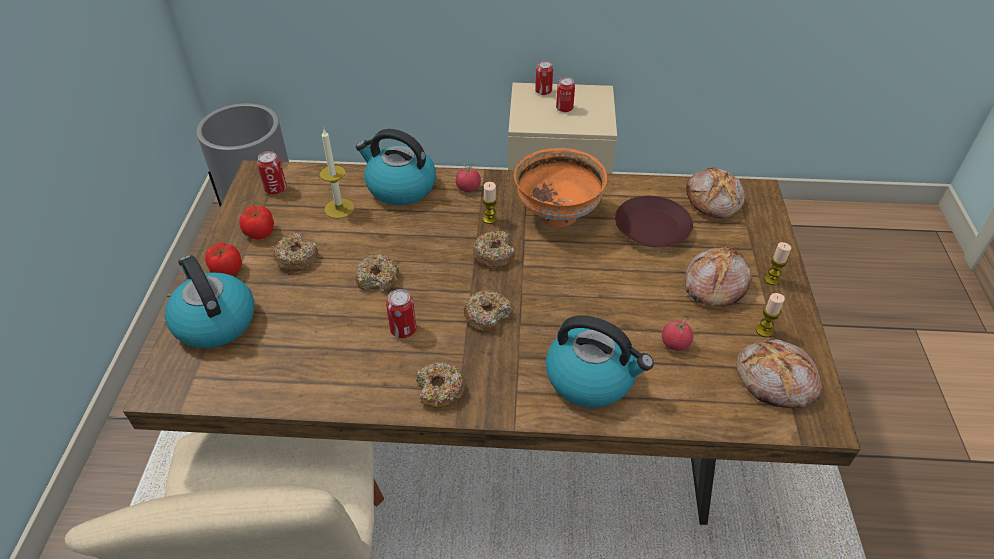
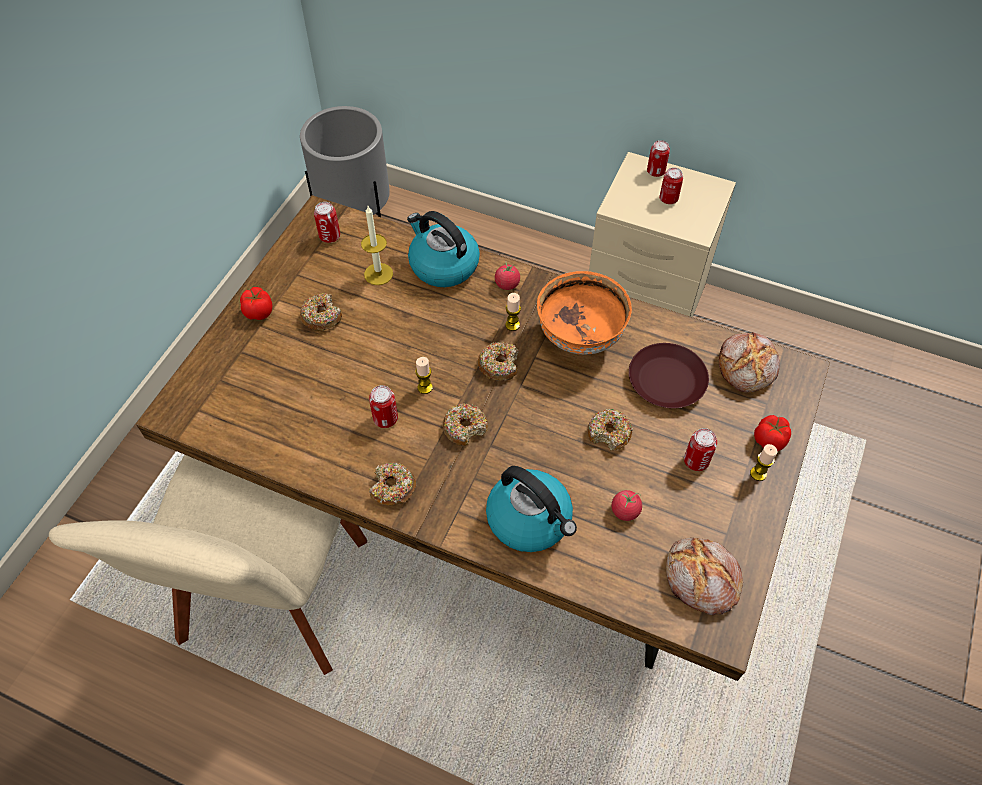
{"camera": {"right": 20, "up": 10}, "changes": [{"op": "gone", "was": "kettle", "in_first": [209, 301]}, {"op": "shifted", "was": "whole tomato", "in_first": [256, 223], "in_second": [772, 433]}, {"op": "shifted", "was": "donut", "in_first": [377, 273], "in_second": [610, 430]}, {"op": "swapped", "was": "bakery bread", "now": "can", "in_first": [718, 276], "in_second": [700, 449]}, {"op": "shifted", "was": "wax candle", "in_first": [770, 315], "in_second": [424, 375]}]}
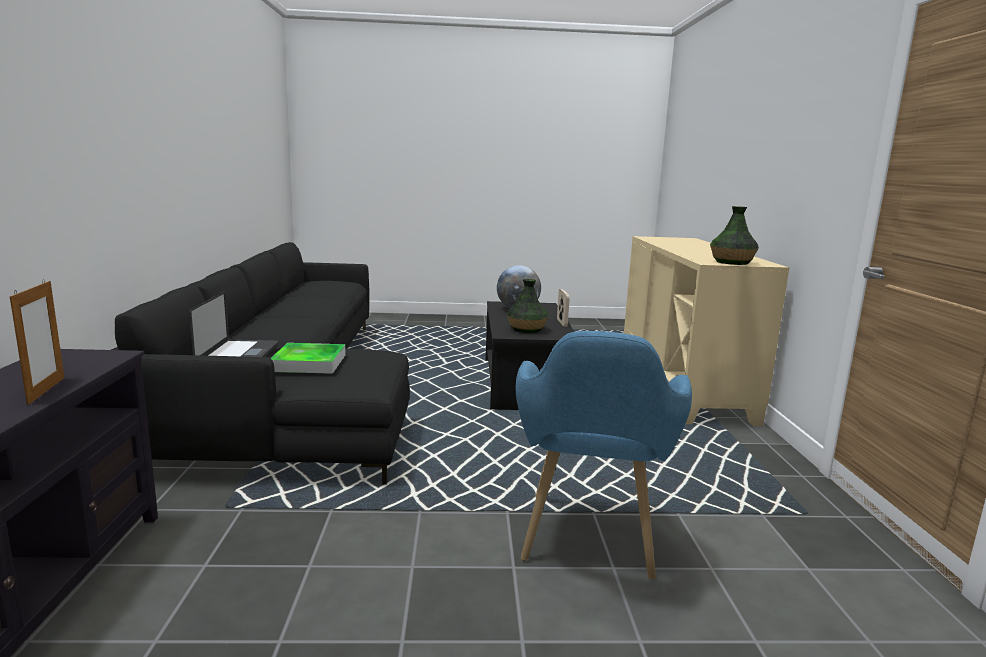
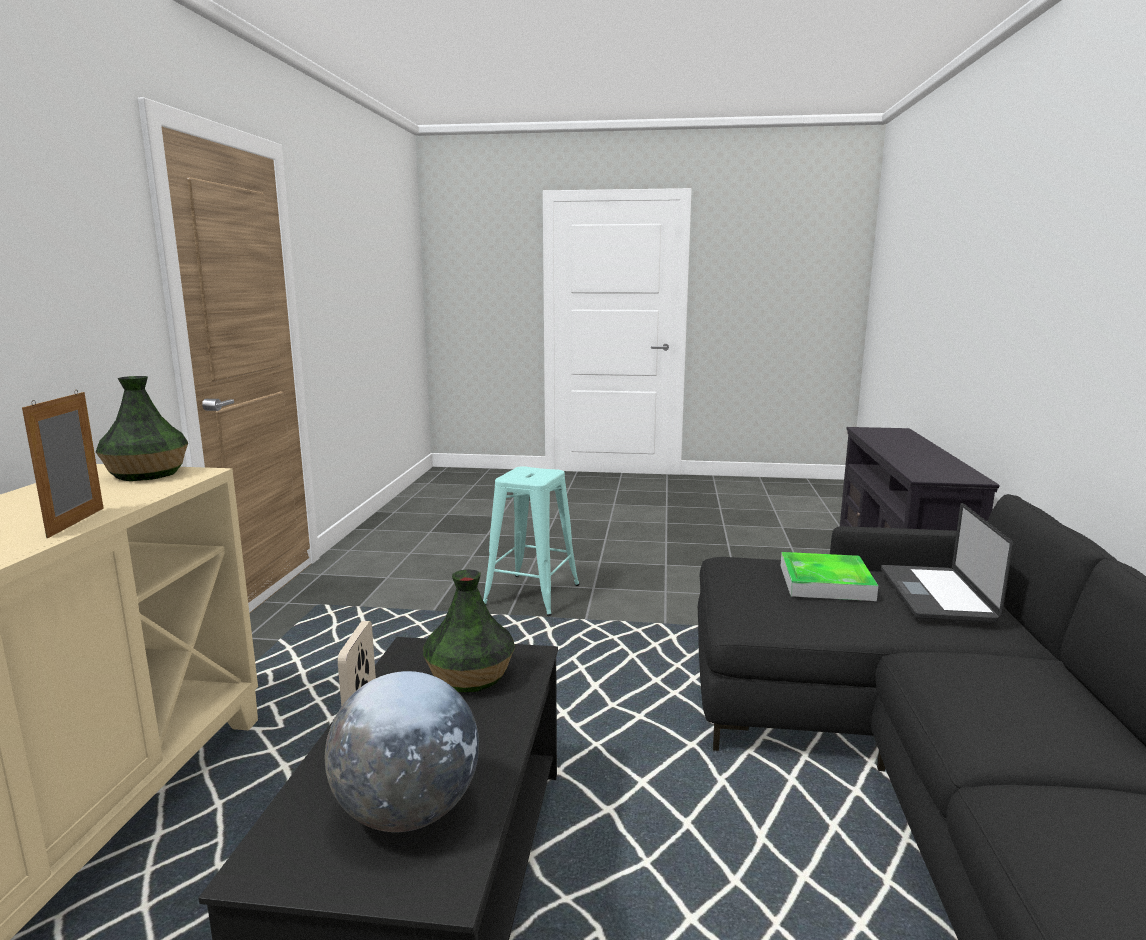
{"camera": {"right": -170, "up": 0}, "changes": [{"op": "shifted", "was": "standing frame", "in_first": [37, 342], "in_second": [63, 464]}, {"op": "swapped", "was": "bluish lounge chair", "now": "blue-green stool", "in_first": [604, 455], "in_second": [531, 541]}]}
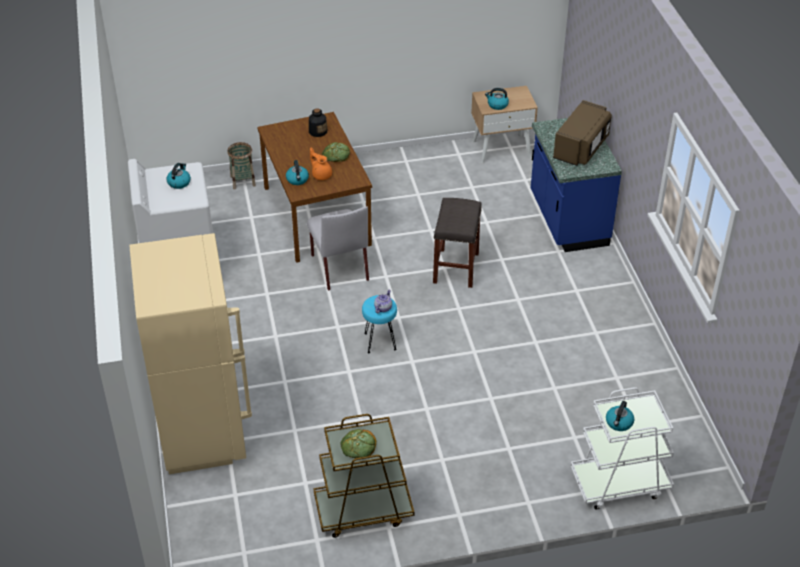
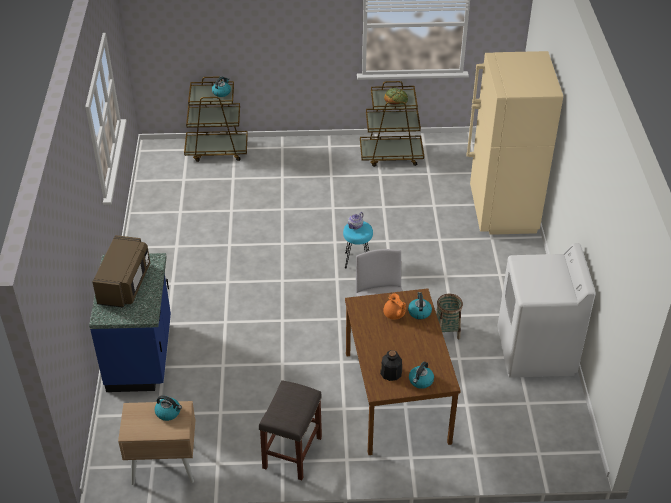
{"camera": {"right": -170, "up": 0}, "changes": [{"op": "shifted", "was": "kettle", "in_first": [178, 176], "in_second": [421, 375]}, {"op": "shifted", "was": "storage basket", "in_first": [241, 166], "in_second": [449, 316]}, {"op": "gone", "was": "bakery bread", "in_first": [336, 152]}, {"op": "shifted", "was": "greyish stool", "in_first": [457, 243], "in_second": [290, 430]}, {"op": "rotated", "was": "brownish microwave", "in_first": [582, 133], "in_second": [121, 271], "clockwise": 150}, {"op": "repainted", "was": "whitish trolley", "now": "brownish trolley", "in_first": [622, 448], "in_second": [216, 119]}]}
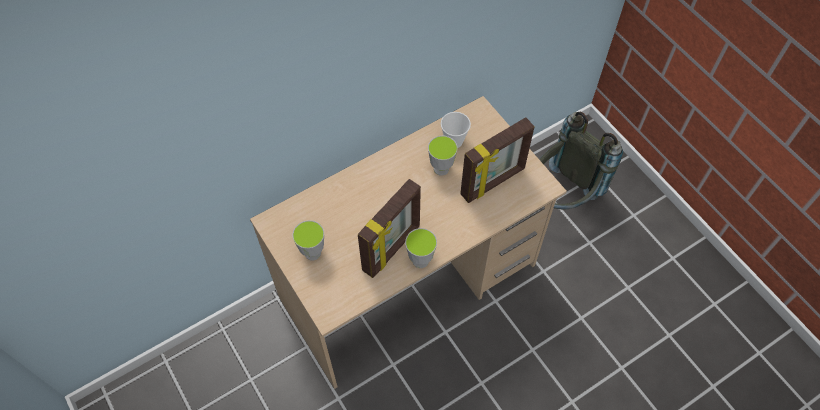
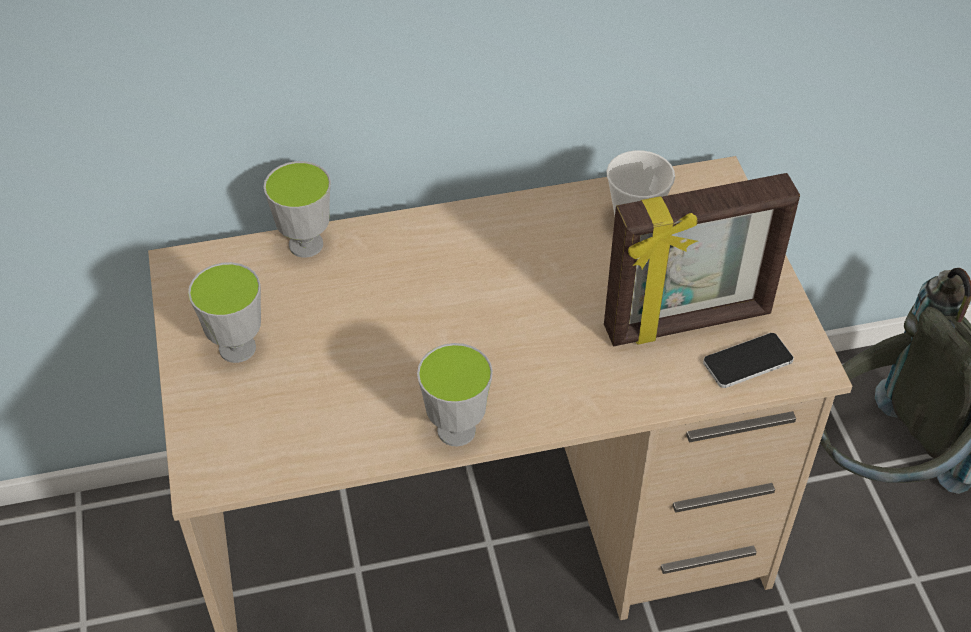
{"camera": {"right": 20, "up": -10}, "changes": [{"op": "gone", "was": "standing frame", "in_first": [389, 228]}, {"op": "shifted", "was": "small cup", "in_first": [443, 156], "in_second": [297, 209]}, {"op": "new", "now": "phone", "in_second": [748, 360]}]}
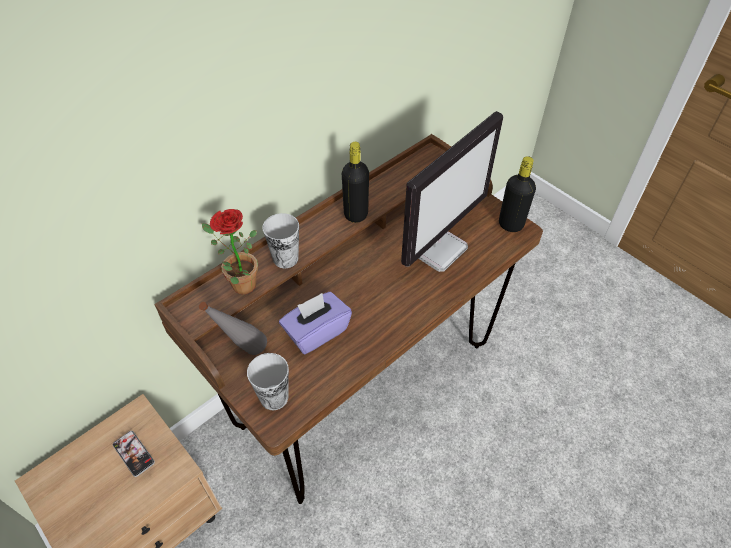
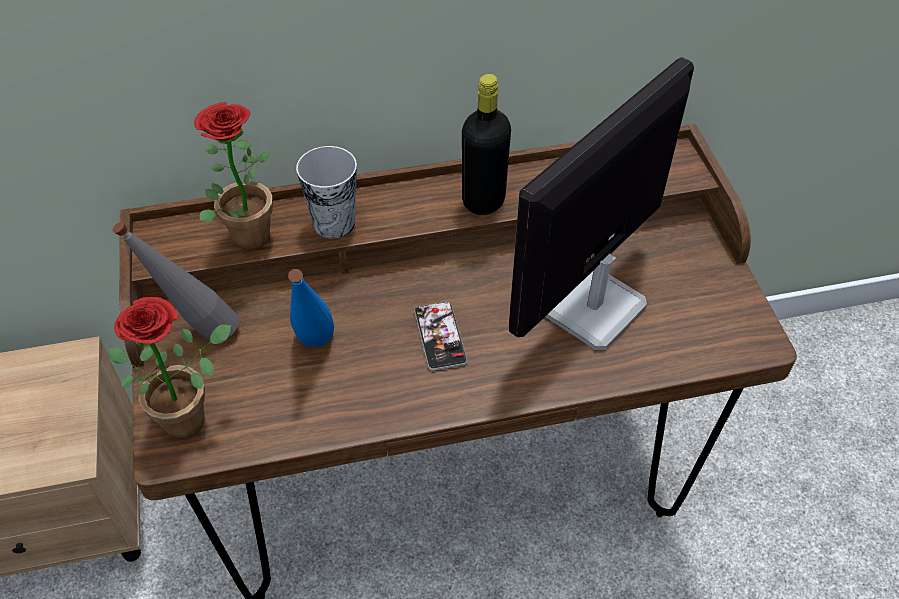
{"camera": {"right": 30, "up": 0}, "changes": [{"op": "shifted", "was": "phone", "in_first": [134, 454], "in_second": [440, 336]}, {"op": "swapped", "was": "small cup", "now": "houseplant", "in_first": [268, 381], "in_second": [169, 368]}, {"op": "swapped", "was": "purple-coloured box of tissues", "now": "bluish drink bottle", "in_first": [315, 323], "in_second": [311, 308]}, {"op": "rotated", "was": "computer screen", "in_first": [452, 191], "in_second": [601, 203], "clockwise": 150}, {"op": "gone", "was": "black drink bottle", "in_first": [517, 194]}]}
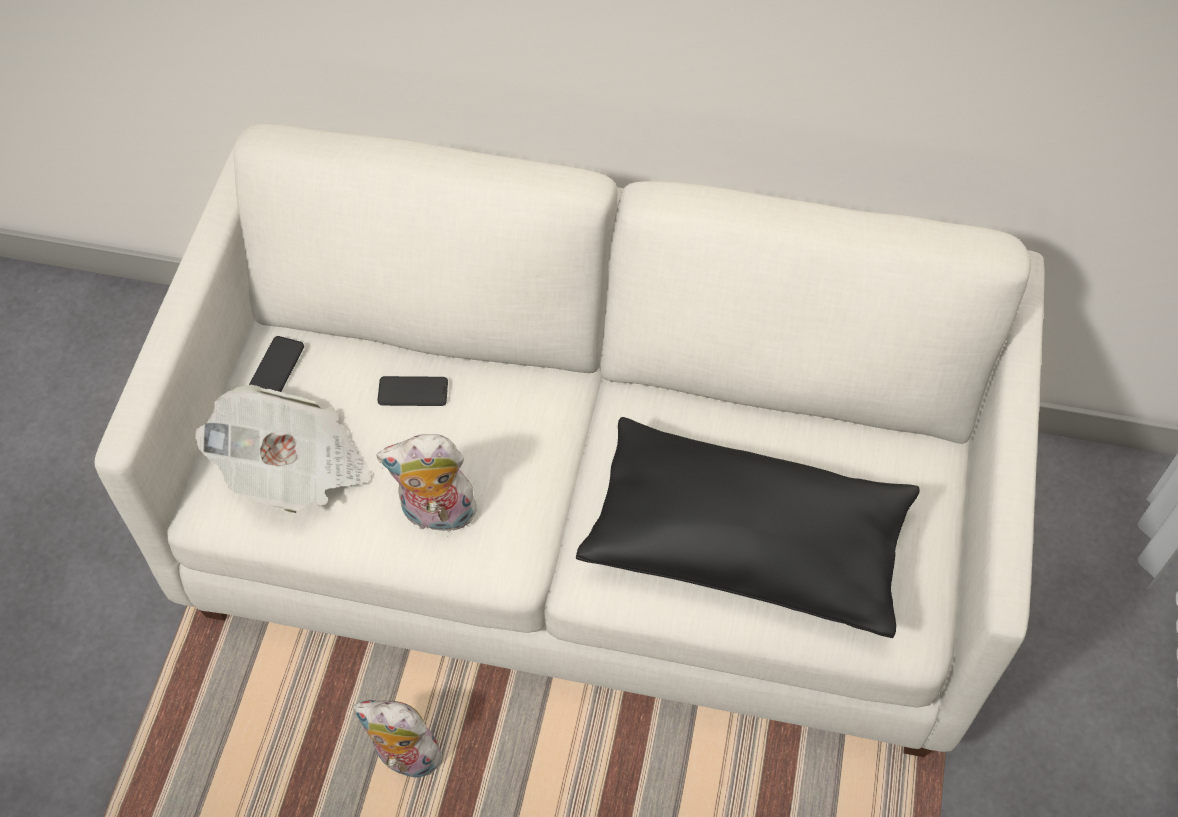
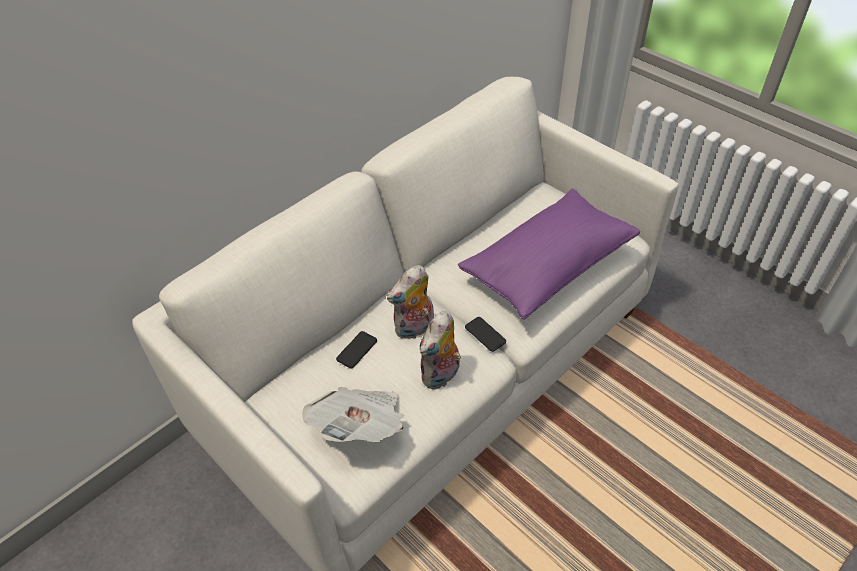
{"camera": {"right": -55, "up": -10}, "changes": [{"op": "shifted", "was": "phone", "in_first": [276, 364], "in_second": [485, 334]}, {"op": "shifted", "was": "soft toy", "in_first": [399, 739], "in_second": [410, 302]}, {"op": "repainted", "was": "black pillow", "now": "purple-coloured pillow", "in_first": [748, 527], "in_second": [549, 254]}]}
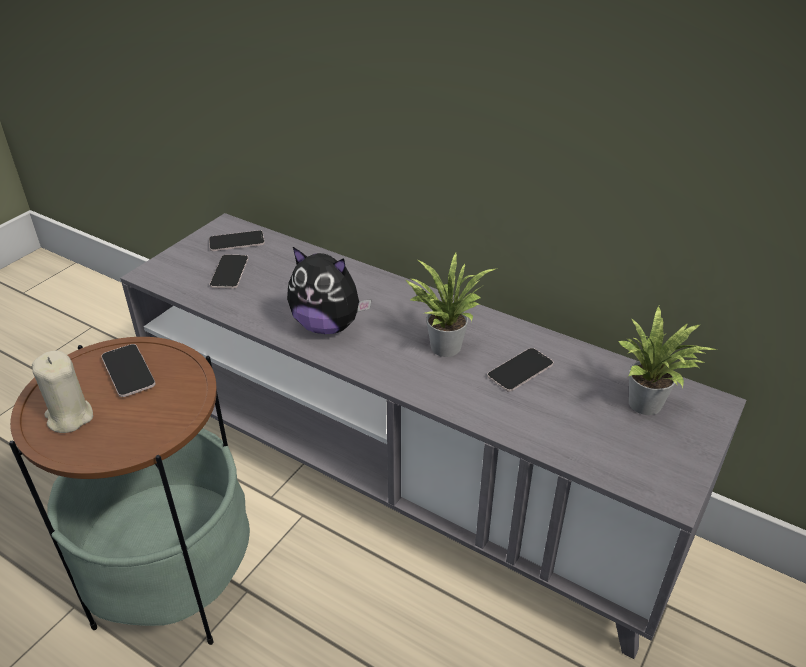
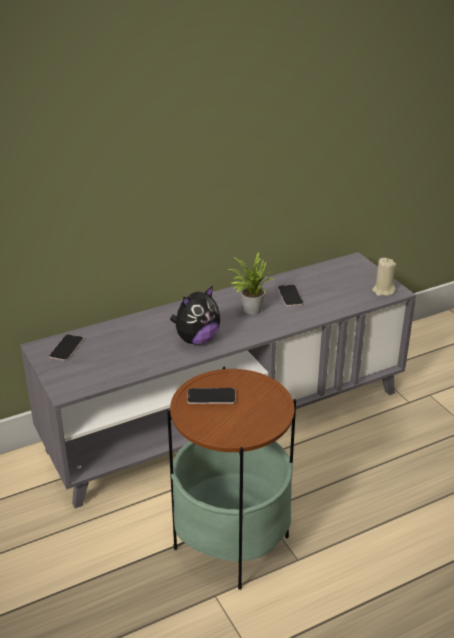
{"camera": {"right": -60, "up": -5}, "changes": [{"op": "shifted", "was": "beige-coloured wax candle", "in_first": [62, 392], "in_second": [384, 277]}, {"op": "gone", "was": "phone", "in_first": [228, 271]}, {"op": "gone", "was": "houseplant", "in_first": [667, 360]}]}
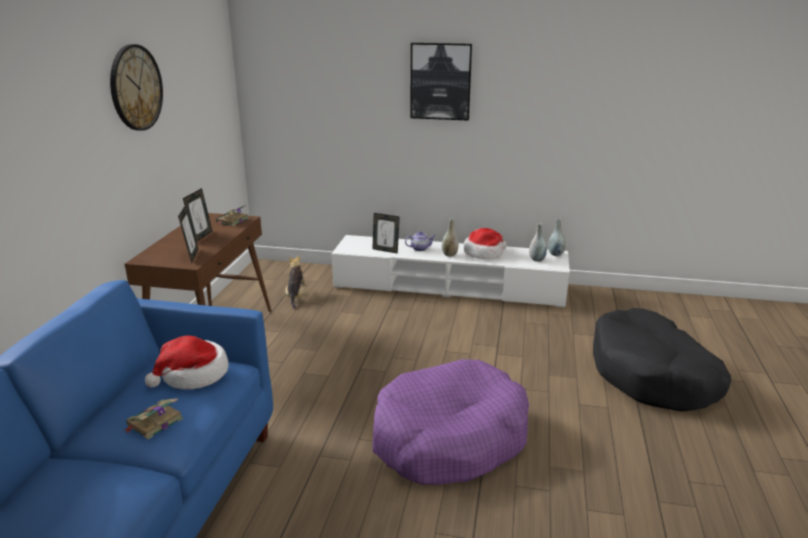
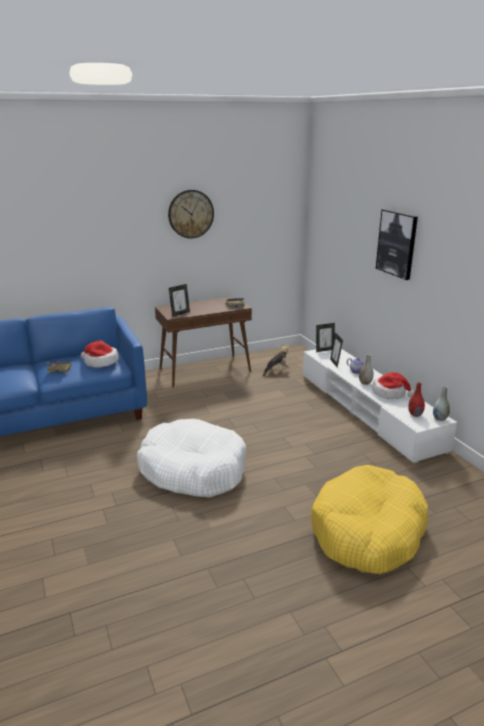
{"camera": {"right": 55, "up": 0}, "changes": [{"op": "shifted", "was": "standing frame", "in_first": [198, 215], "in_second": [325, 337]}, {"op": "repainted", "was": "purple-coloured dog cushion", "now": "whitish dog cushion", "in_first": [450, 422], "in_second": [191, 458]}, {"op": "repainted", "was": "greyish vase", "now": "red-coloured vase", "in_first": [538, 242], "in_second": [416, 399]}, {"op": "repainted", "was": "black dog cushion", "now": "yellow-coloured dog cushion", "in_first": [662, 360], "in_second": [369, 519]}]}
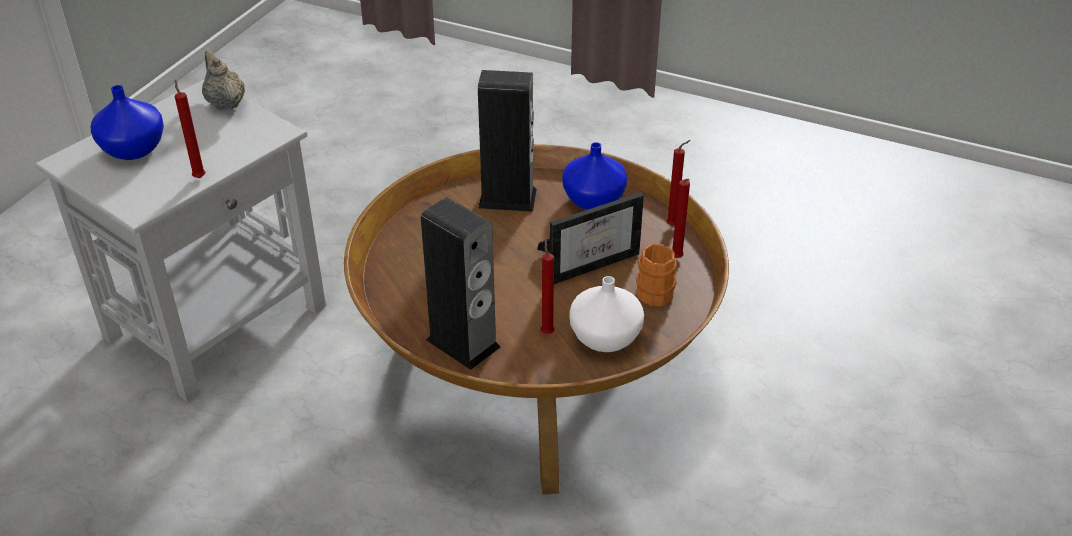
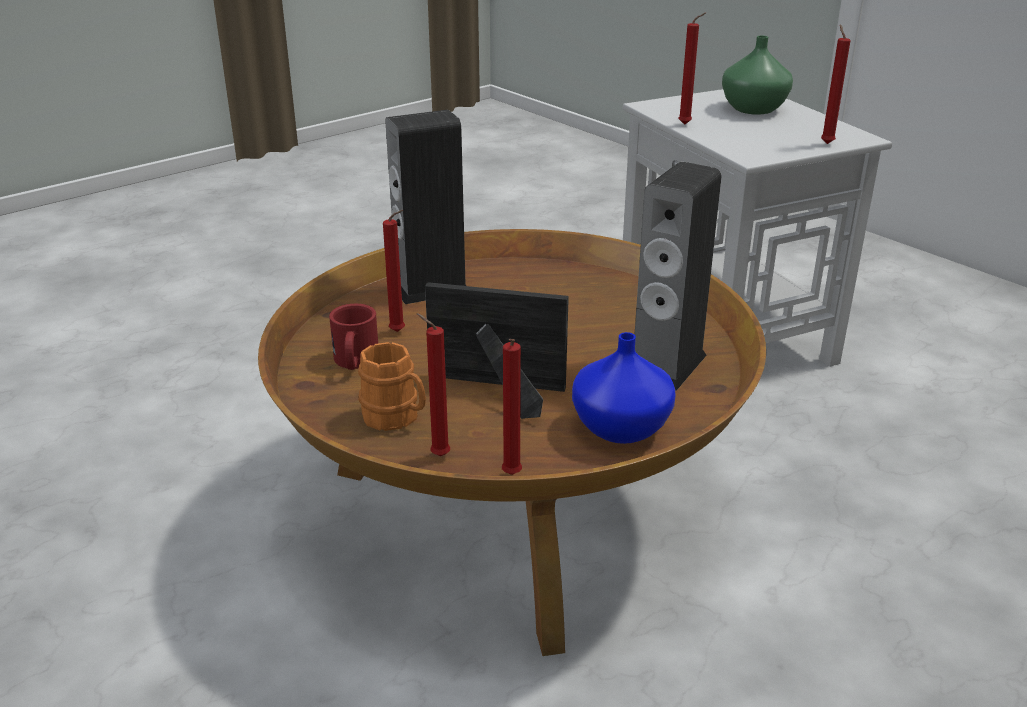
{"camera": {"right": 115, "up": -10}, "changes": [{"op": "repainted", "was": "bluish vase", "now": "green vase", "in_first": [127, 122], "in_second": [757, 75]}, {"op": "swapped", "was": "beige-coloured teapot", "now": "red-coloured wax candle", "in_first": [223, 80], "in_second": [836, 84]}, {"op": "rotated", "was": "standing frame", "in_first": [590, 238], "in_second": [497, 350], "clockwise": 105}, {"op": "swapped", "was": "whitish vase", "now": "red-coloured mug", "in_first": [606, 314], "in_second": [353, 337]}]}
